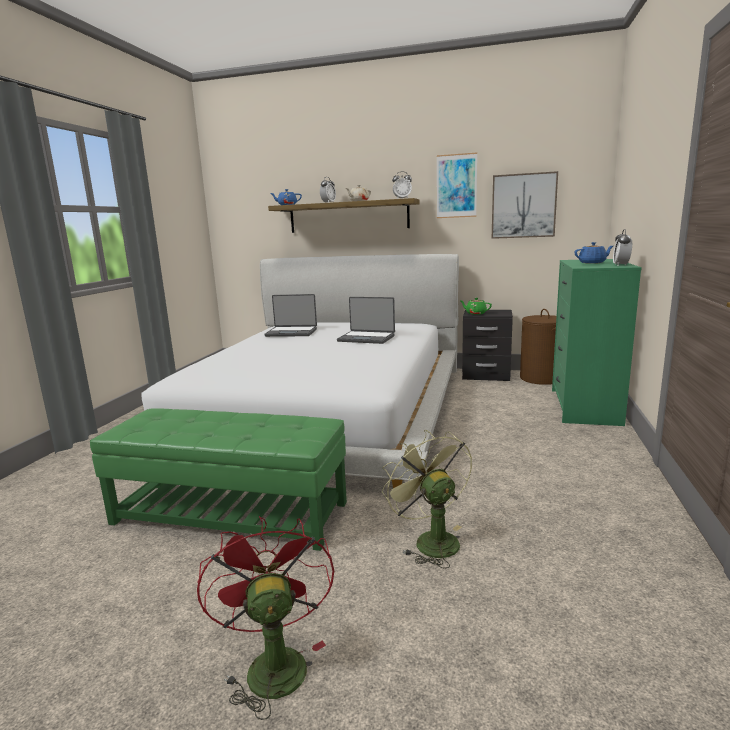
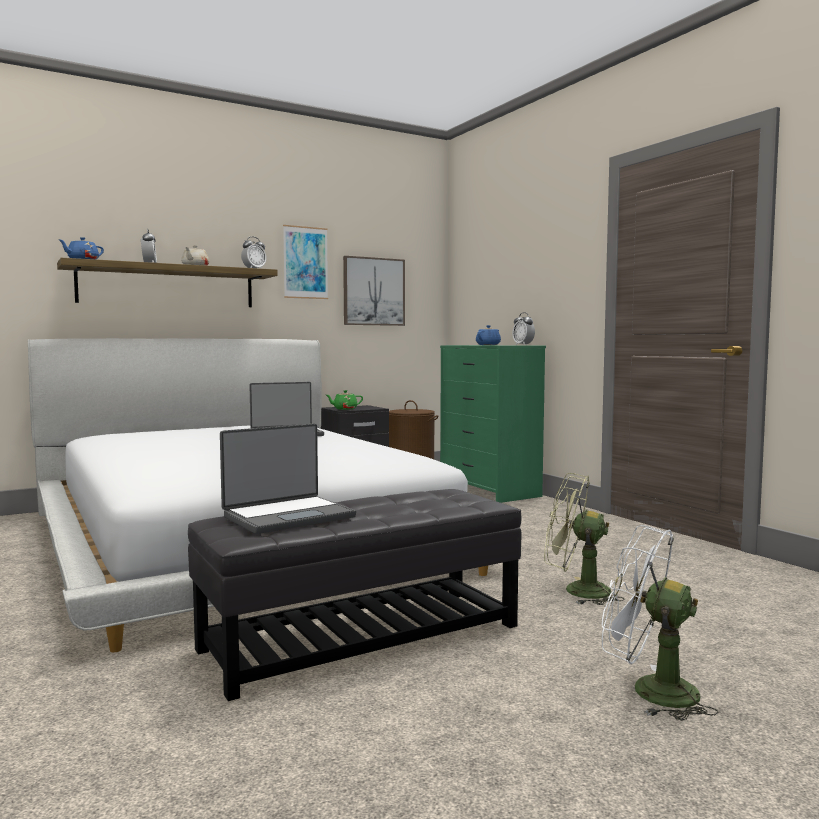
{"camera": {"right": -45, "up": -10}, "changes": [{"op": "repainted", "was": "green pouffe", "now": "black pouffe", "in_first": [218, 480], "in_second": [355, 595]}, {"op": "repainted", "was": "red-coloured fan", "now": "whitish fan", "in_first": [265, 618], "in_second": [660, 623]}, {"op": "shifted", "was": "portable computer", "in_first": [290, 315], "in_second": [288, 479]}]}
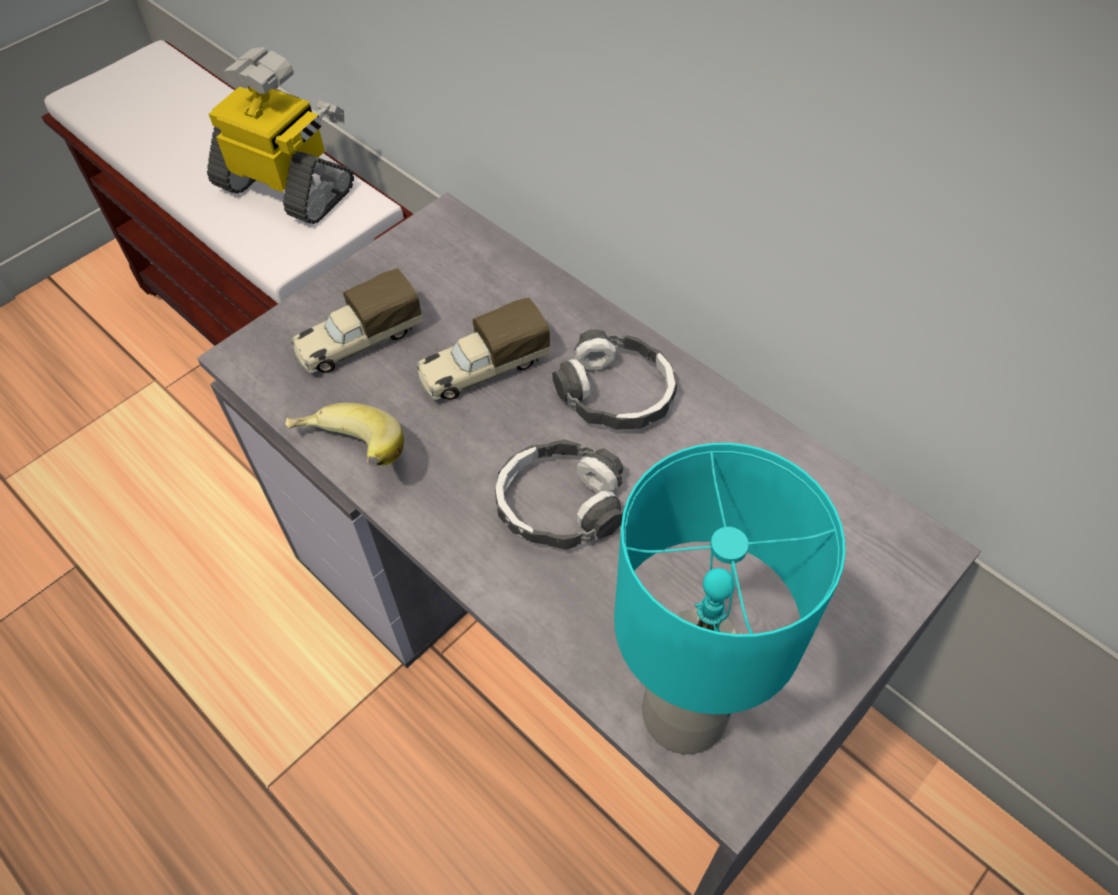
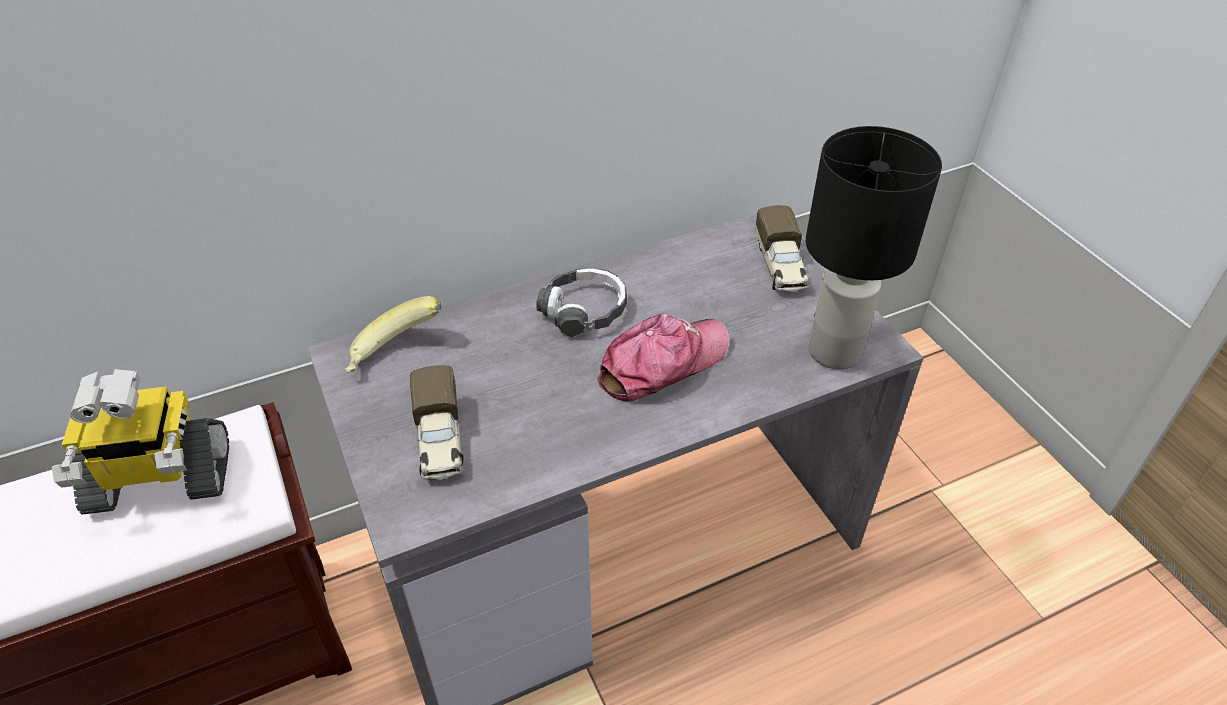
{"camera": {"right": -70, "up": -10}, "changes": [{"op": "rotated", "was": "toy robot", "in_first": [280, 135], "in_second": [140, 441], "clockwise": -150}, {"op": "shifted", "was": "banana fruit", "in_first": [344, 434], "in_second": [393, 334]}, {"op": "shifted", "was": "toy truck", "in_first": [483, 348], "in_second": [782, 248]}, {"op": "swapped", "was": "headset", "now": "peaked cap", "in_first": [559, 494], "in_second": [663, 357]}, {"op": "repainted", "was": "blue-green lamp for a table", "now": "black lamp for a table", "in_first": [729, 598], "in_second": [874, 247]}]}
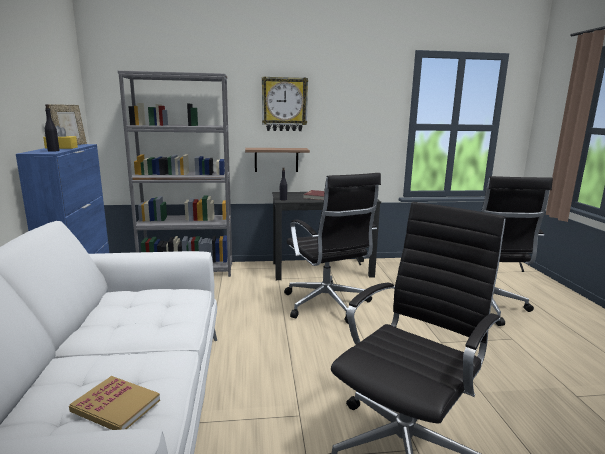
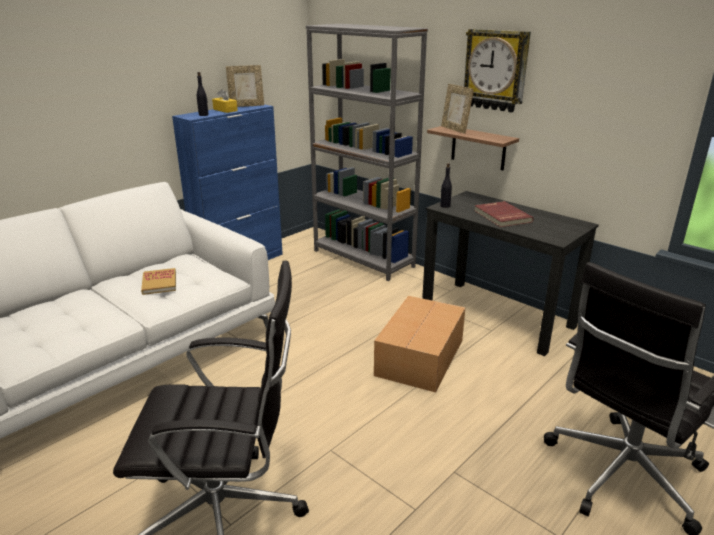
{"camera": {"right": 50, "up": 10}, "changes": [{"op": "shifted", "was": "bound book", "in_first": [114, 403], "in_second": [158, 281]}, {"op": "swapped", "was": "black office chair", "now": "packing box", "in_first": [332, 248], "in_second": [419, 344]}, {"op": "new", "now": "standing frame", "in_second": [457, 109]}]}
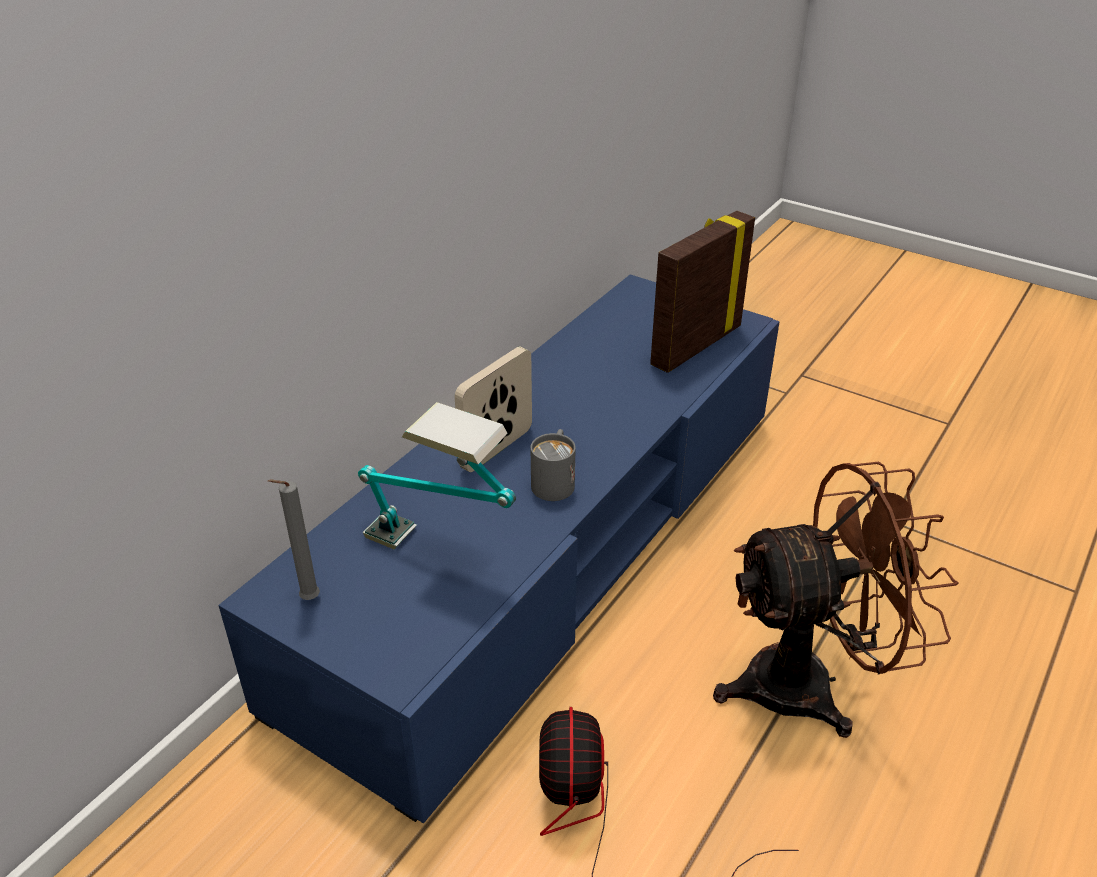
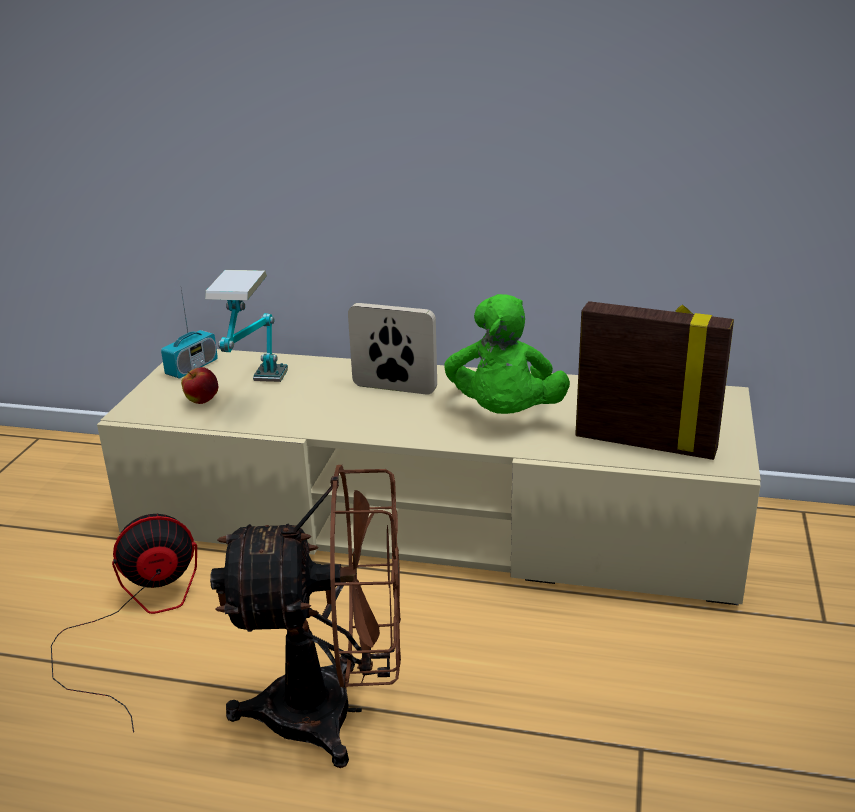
{"camera": {"right": 70, "up": -10}, "changes": [{"op": "repainted", "was": "bluish media console", "now": "beige-coloured media console", "in_first": [499, 548], "in_second": [429, 477]}, {"op": "swapped", "was": "greyish wax candle", "now": "radio receiver", "in_first": [294, 539], "in_second": [189, 334]}, {"op": "gone", "was": "greyish mug", "in_first": [553, 465]}, {"op": "rotated", "was": "brownish fan", "in_first": [835, 600], "in_second": [305, 616], "clockwise": -60}, {"op": "new", "now": "apple", "in_second": [199, 385]}, {"op": "new", "now": "green soft toy", "in_second": [507, 354]}]}
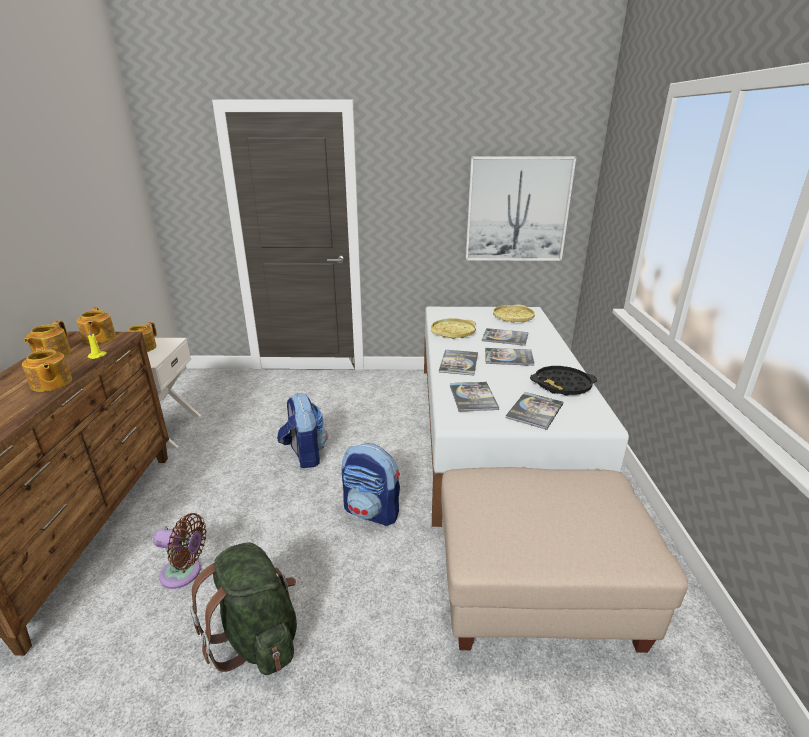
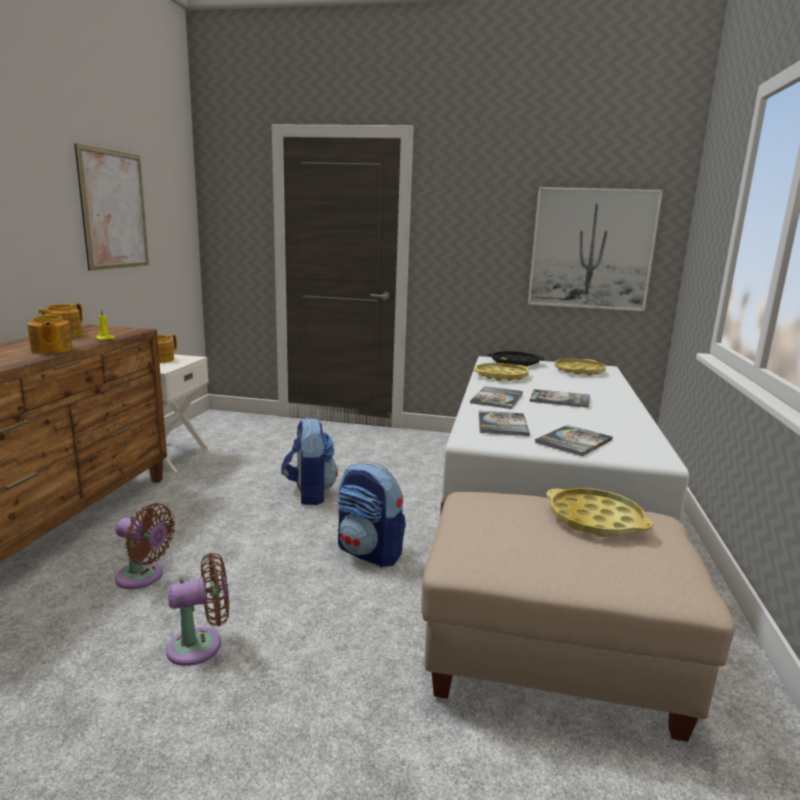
{"camera": {"right": 10, "up": -10}, "changes": [{"op": "gone", "was": "teapot", "in_first": [96, 325]}, {"op": "swapped", "was": "green backpack", "now": "brownish fan", "in_first": [243, 608], "in_second": [197, 609]}, {"op": "gone", "was": "bound book", "in_first": [505, 337]}, {"op": "shifted", "was": "black tray", "in_first": [563, 381], "in_second": [515, 358]}, {"op": "new", "now": "wall picture", "in_second": [111, 207]}, {"op": "new", "now": "yellow-coloured tray", "in_second": [599, 512]}]}
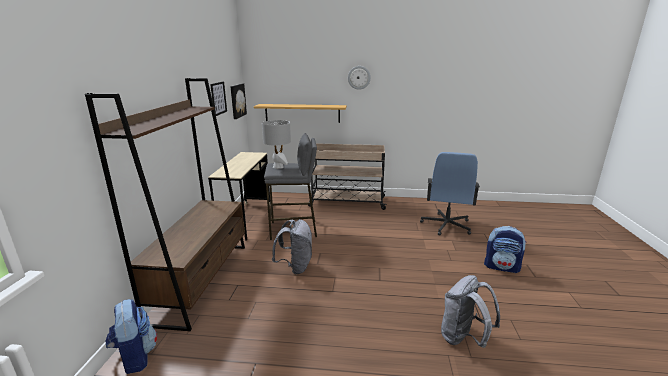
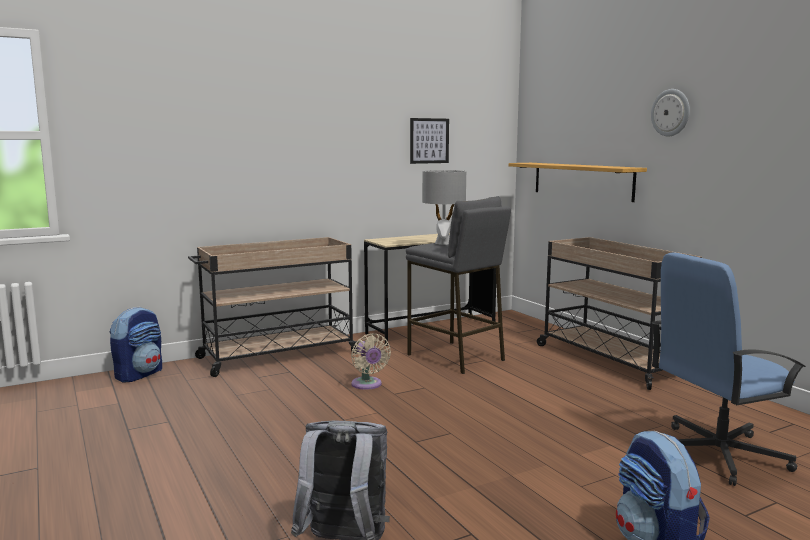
{"camera": {"right": 55, "up": -10}, "changes": [{"op": "swapped", "was": "brownish bookshelf", "now": "beige-coloured trolley", "in_first": [165, 204], "in_second": [274, 307]}, {"op": "gone", "was": "wall picture", "in_first": [238, 101]}, {"op": "swapped", "was": "greyish backpack", "now": "beige-coloured fan", "in_first": [292, 246], "in_second": [371, 361]}]}
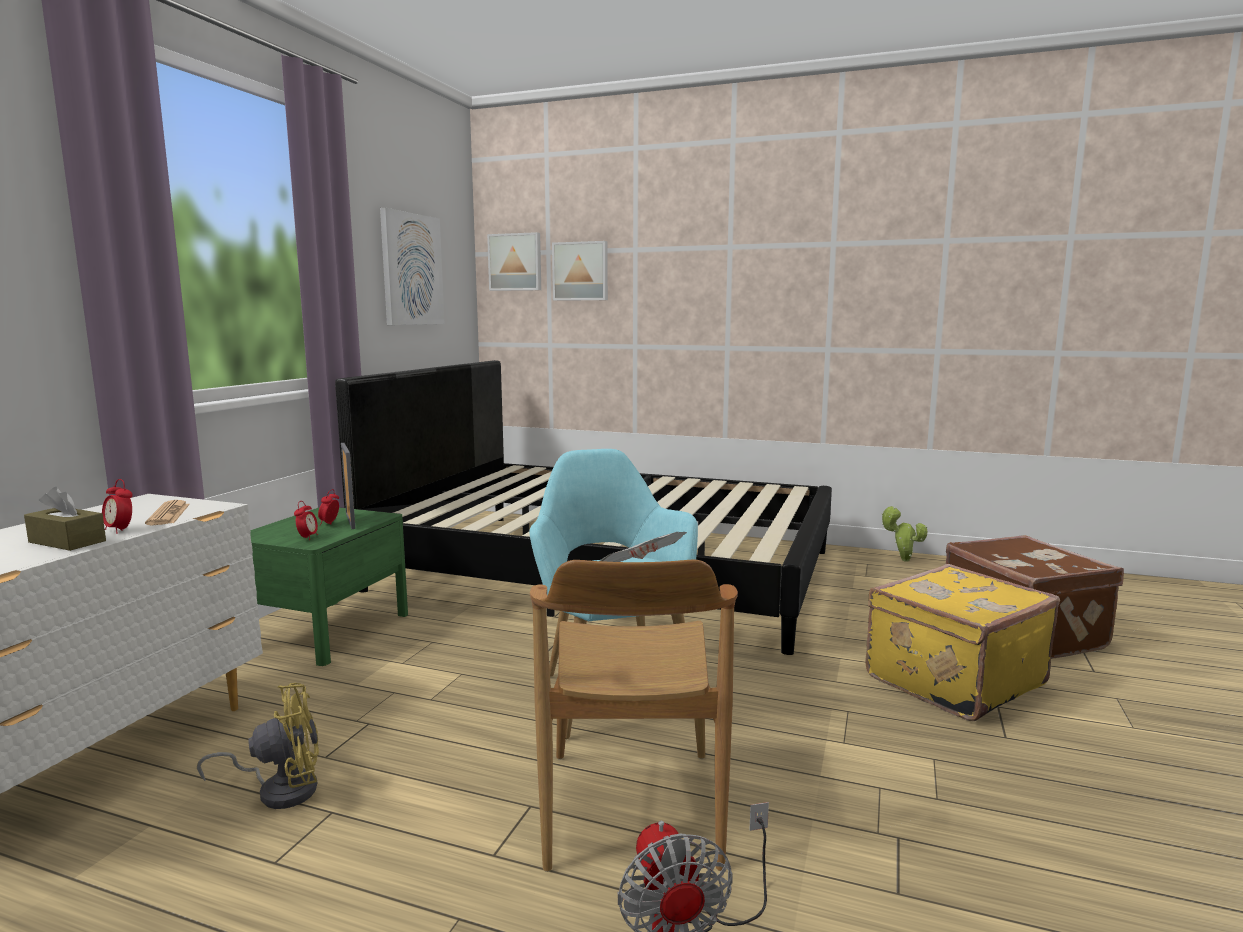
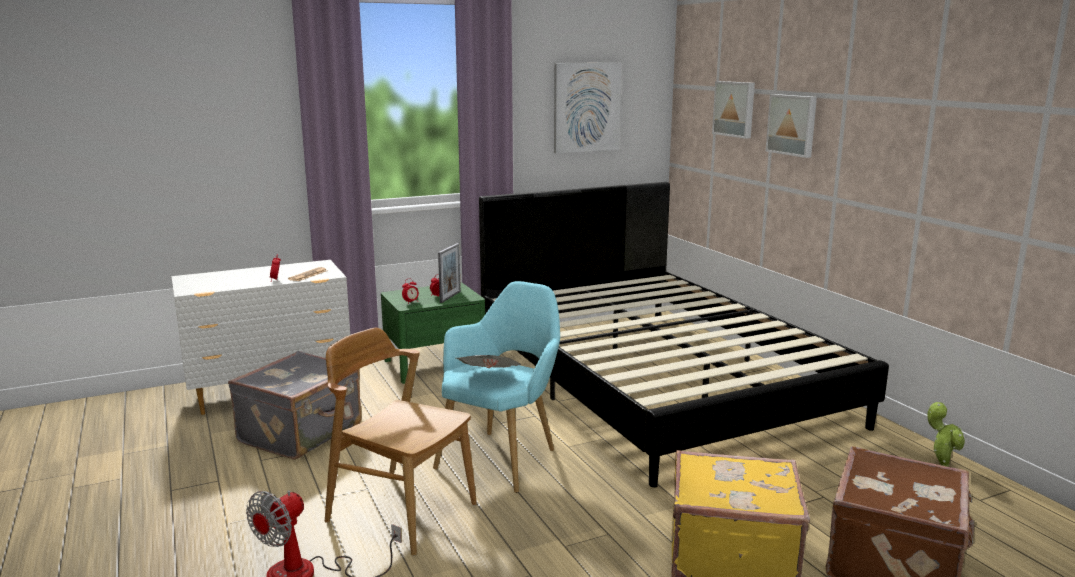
{"camera": {"right": 45, "up": 5}, "changes": [{"op": "gone", "was": "brownish box of tissues", "in_first": [65, 519]}, {"op": "swapped", "was": "yellow-coloured fan", "now": "greyish piece of luggage", "in_first": [258, 746], "in_second": [295, 405]}, {"op": "shifted", "was": "wall picture", "in_first": [514, 261], "in_second": [791, 126]}, {"op": "rotated", "was": "brownish plain chair", "in_first": [634, 716], "in_second": [401, 442], "clockwise": 75}]}
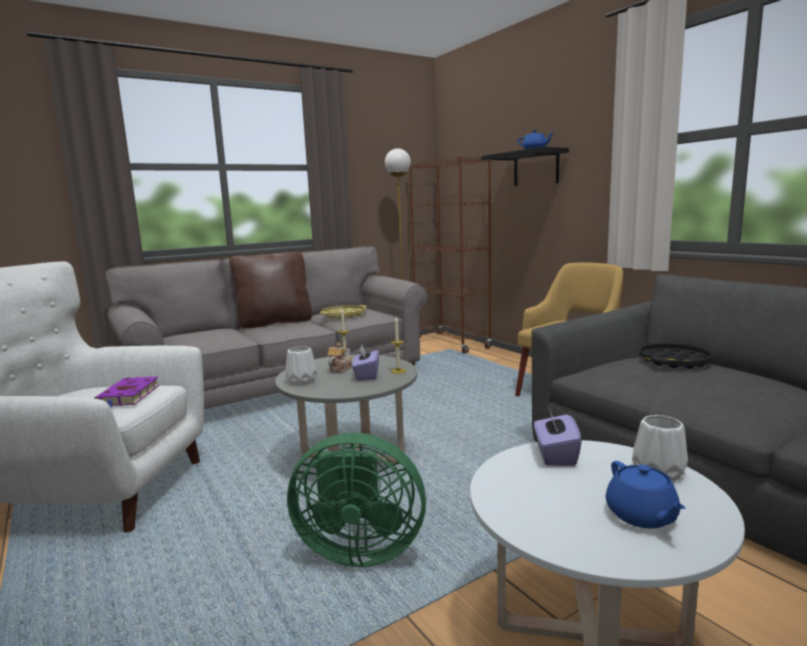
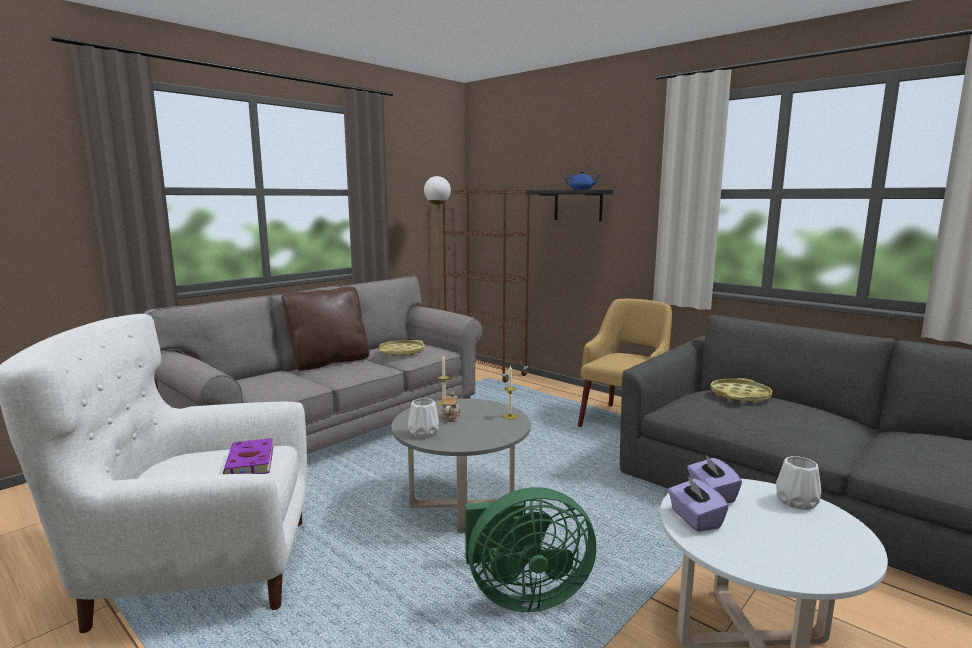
{"camera": {"right": -15, "up": 0}, "changes": [{"op": "shifted", "was": "purple-coloured box of tissues", "in_first": [365, 362], "in_second": [698, 503]}, {"op": "gone", "was": "bluish teapot", "in_first": [645, 495]}, {"op": "repainted", "was": "black tray", "now": "yellow-coloured tray", "in_first": [676, 356], "in_second": [741, 390]}]}
